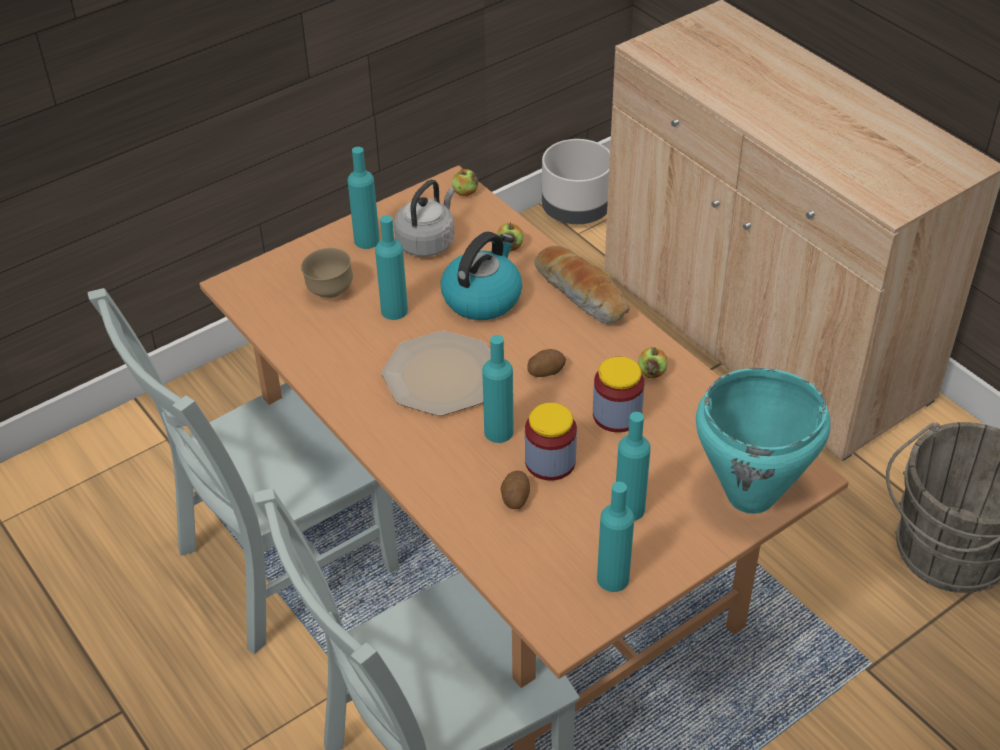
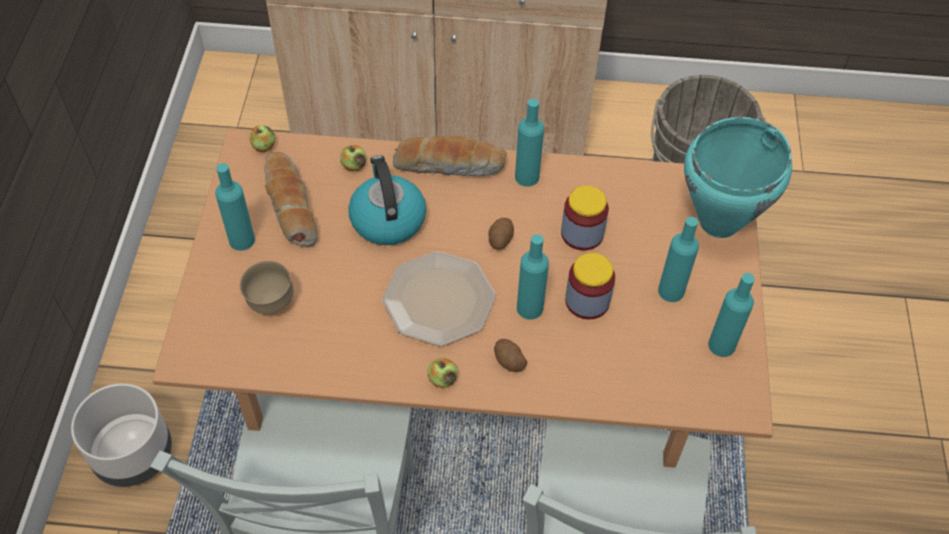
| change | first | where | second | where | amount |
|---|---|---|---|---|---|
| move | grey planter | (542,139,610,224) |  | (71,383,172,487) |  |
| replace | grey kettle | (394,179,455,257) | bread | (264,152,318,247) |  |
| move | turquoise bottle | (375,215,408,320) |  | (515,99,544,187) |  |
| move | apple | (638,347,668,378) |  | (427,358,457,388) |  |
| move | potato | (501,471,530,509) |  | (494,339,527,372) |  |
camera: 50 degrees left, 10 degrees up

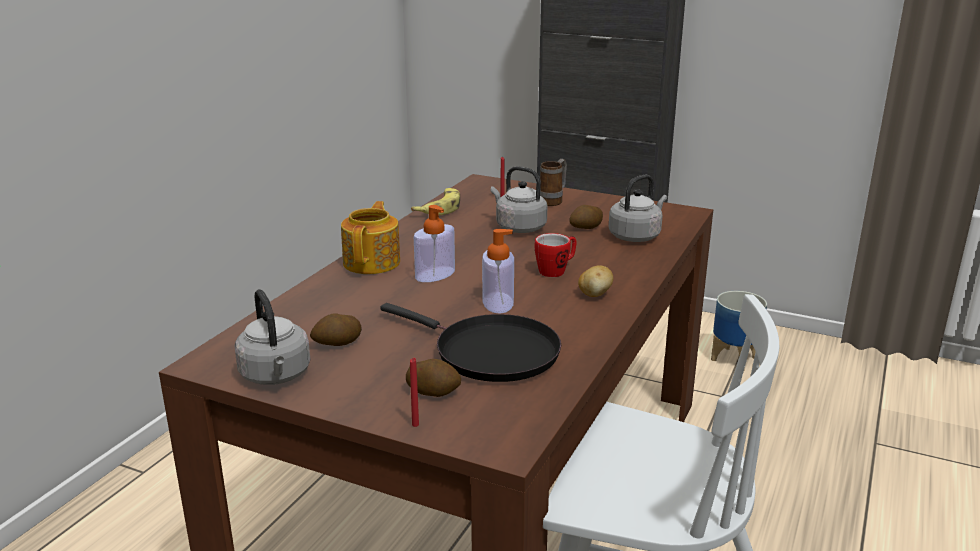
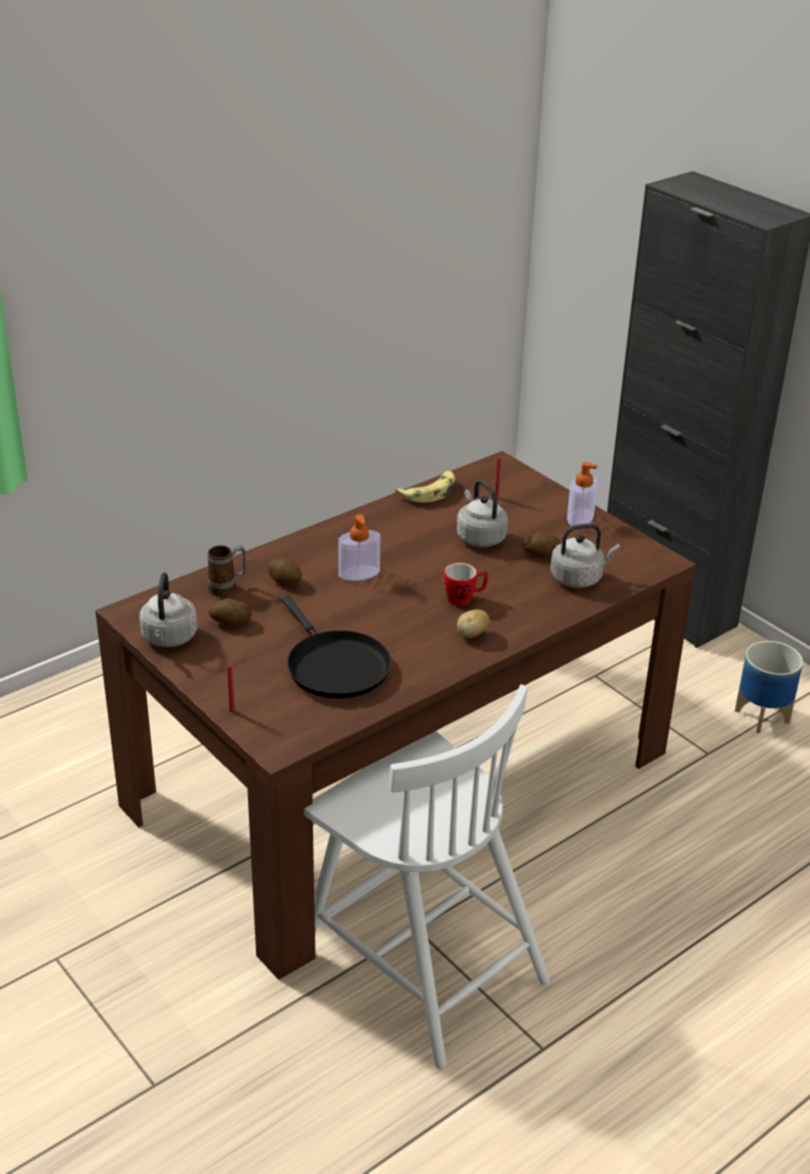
| change | first | where | second | where | amount |
|---|---|---|---|---|---|
| move | mug | (540,159,567,206) |  | (207,545,246,596) |  |
| delete | teapot | (341,201,400,274) |  |  |  |
| move | soap dispenser | (482,229,514,314) |  | (567,462,598,526) |  |
| move | potato | (406,359,461,397) |  | (268,558,302,586) |  |
camera: 25 degrees right, 10 degrees up

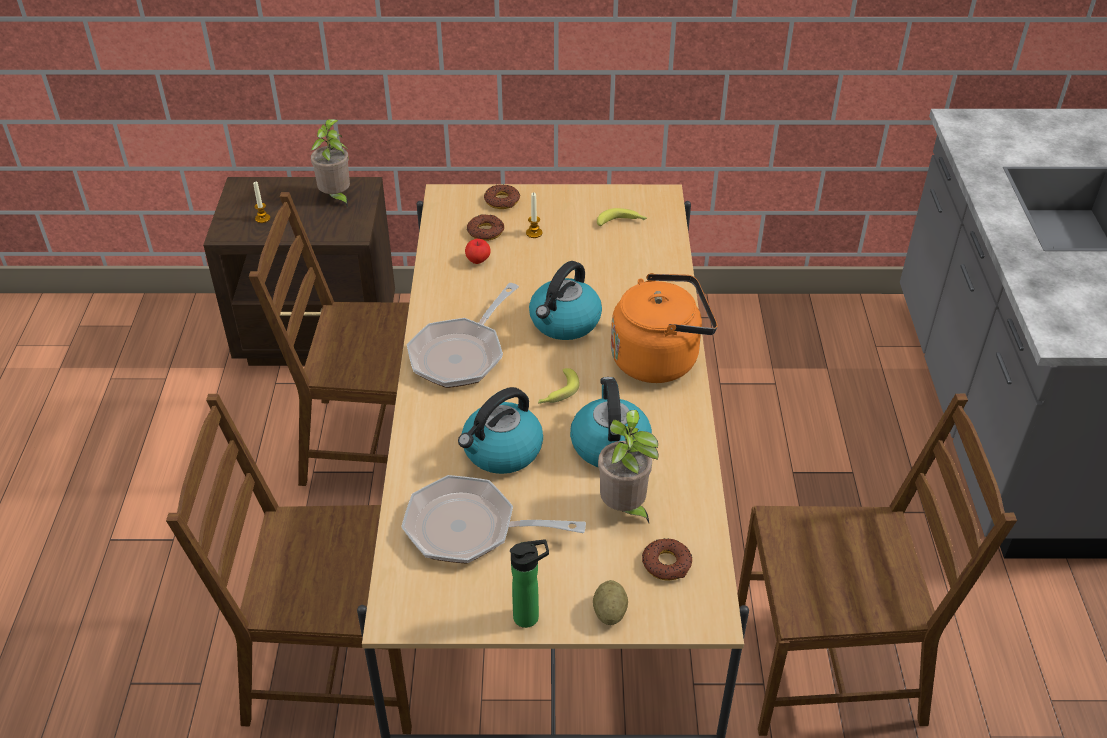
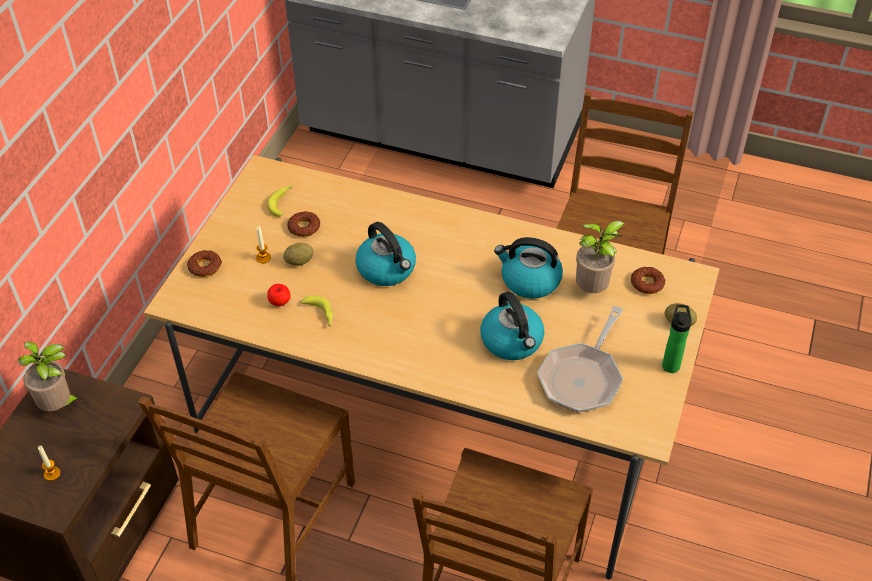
| change | first | where | second | where | amount |
|---|---|---|---|---|---|
| move | donut | (467,214,504,241) |  | (287,211,320,237) |  |
| delete | orange kettle | (611,273,718,383) |  |  |  |
| delete | frying pan | (407,283,519,388) |  |  |  |
| move | banana | (538,368,580,404) |  | (301,295,333,327) |  |
| insert |  |  | potato | (283,243,314,266) |  |
camera: 70 degrees left, 5 degrees up

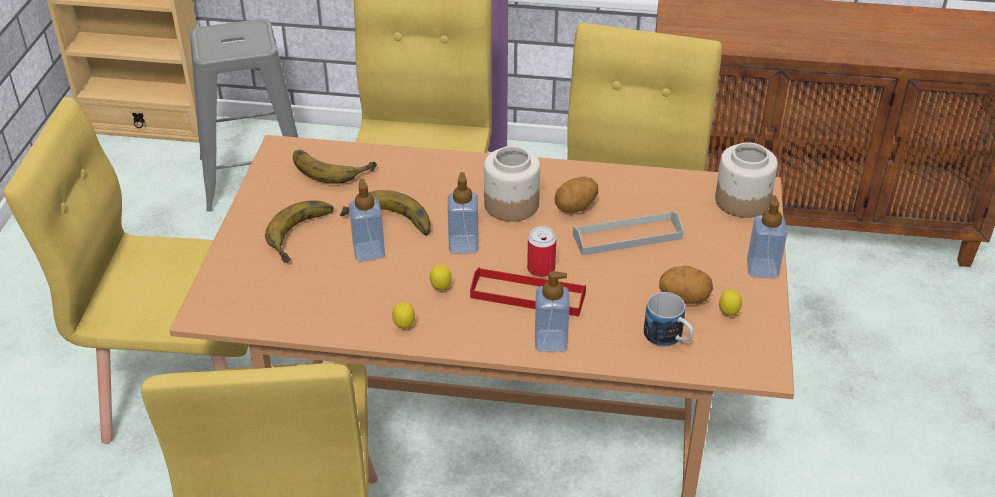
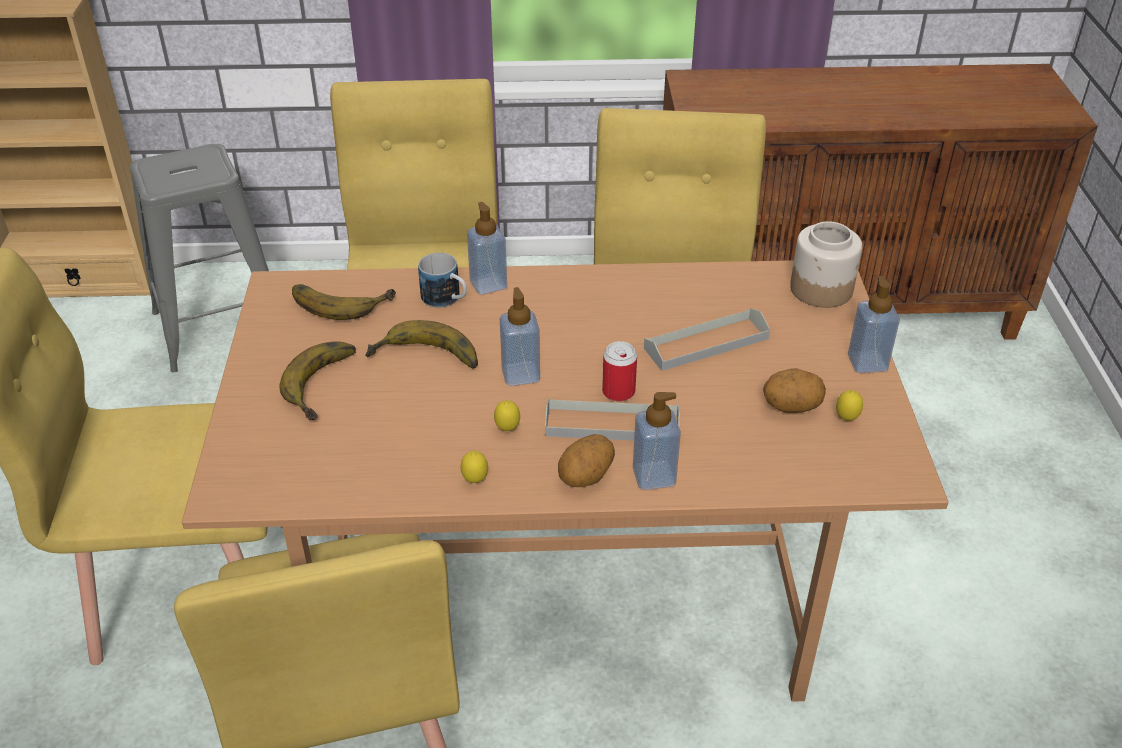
| change | first | where | second | where | amount |
|---|---|---|---|---|---|
| delete | jar | (484,146,540,222) |  |  |  |
| move | potato | (555,176,598,213) |  | (558,434,615,487) |  |
| move | soap dispenser | (349,179,385,261) |  | (467,202,507,295) |  |
| recolor | red tray | (470,267,586,317) | grey tray | (545,398,680,441) |  |
| move | mug | (644,292,694,347) |  | (418,253,467,308) |  |
camera: 10 degrees left, 0 degrees up

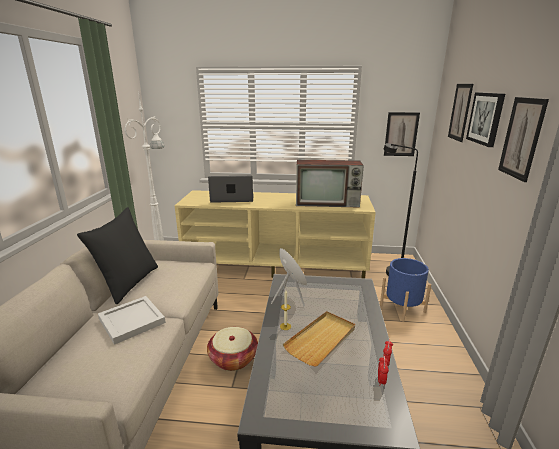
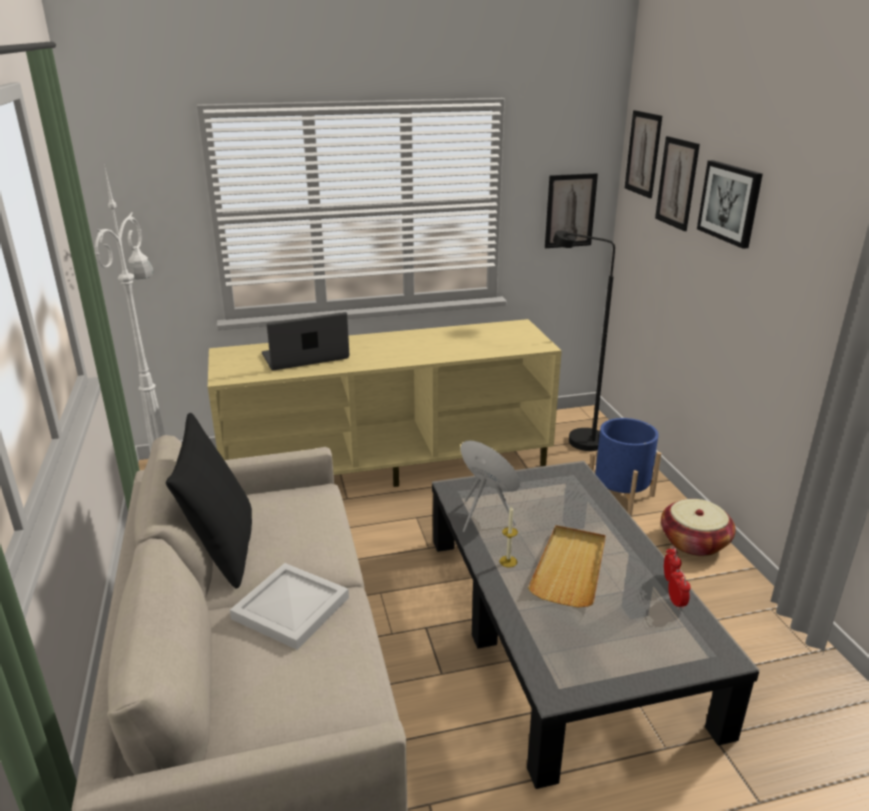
| change | first | where | second | where | amount |
|---|---|---|---|---|---|
| move | picture | (498,97,549,182) |  | (625,110,662,198) |  |
| delete | television | (296,160,364,208) |  |  |  |
| move | basket | (207,327,258,371) |  | (661,499,736,556) |  |
camera: 20 degrees left, 5 degrees up

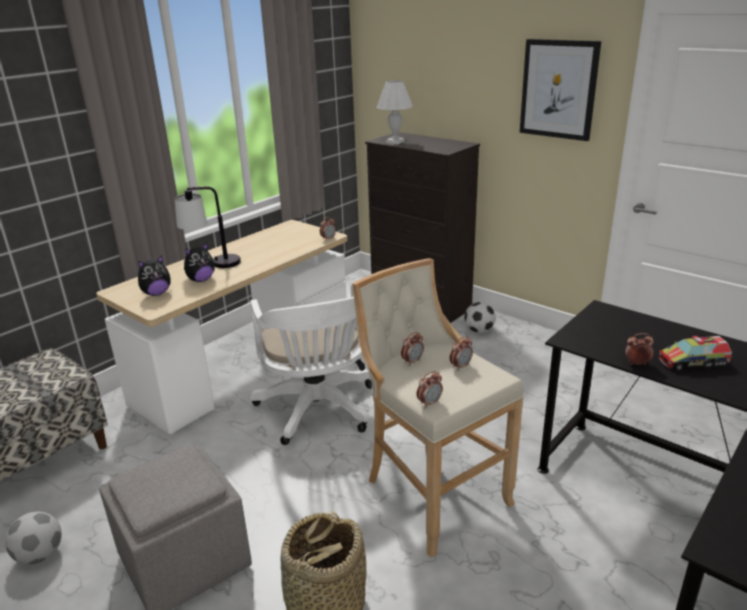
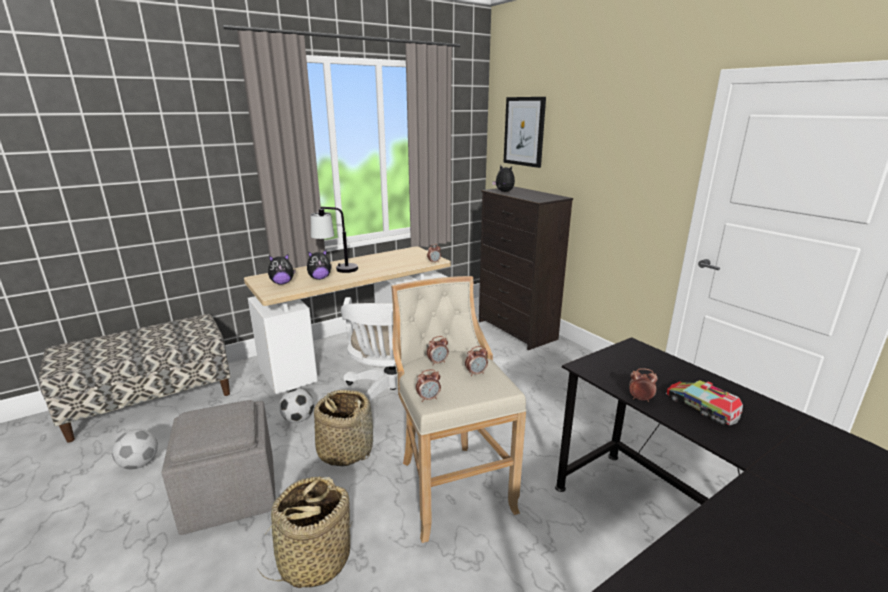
| change | first | where | second | where | amount |
|---|---|---|---|---|---|
| move | picture | (520,39,601,141) |  | (503,97,546,168) |  |
| replace | white table lamp | (377,80,413,144) | plush toy | (492,165,515,192) |  |
| move | football | (464,302,496,333) |  | (279,388,314,423) |  |
| rotate | toy truck | (658,336,732,370) |  | (666,380,743,425) | 45 degrees clockwise |
| insert |  |  | basket | (314,390,373,466) |  |
camera: 15 degrees right, 5 degrees down

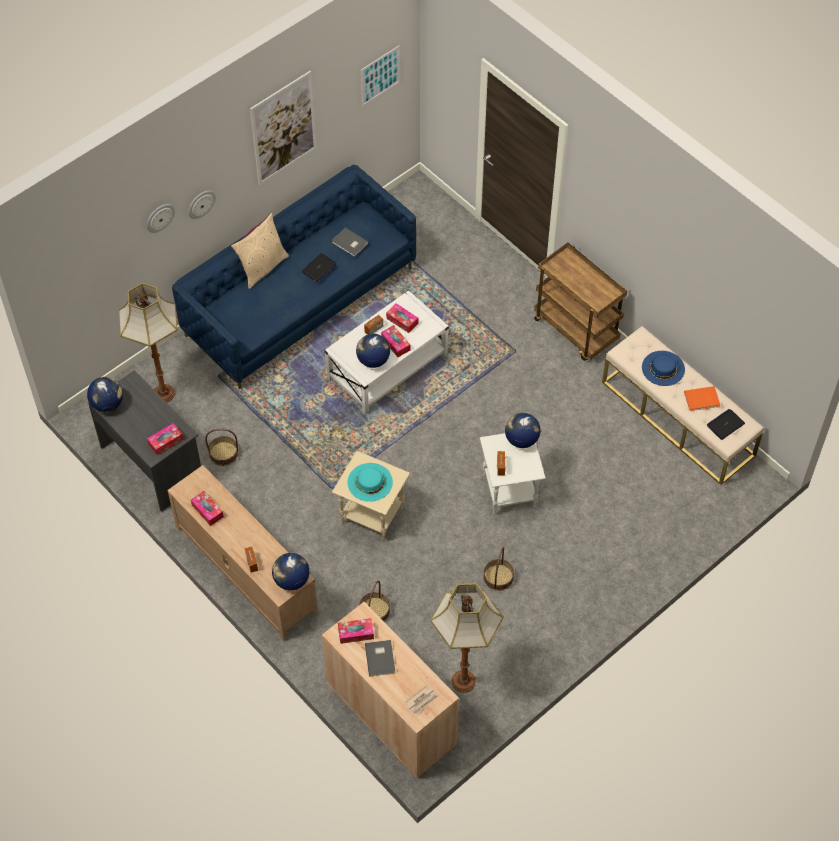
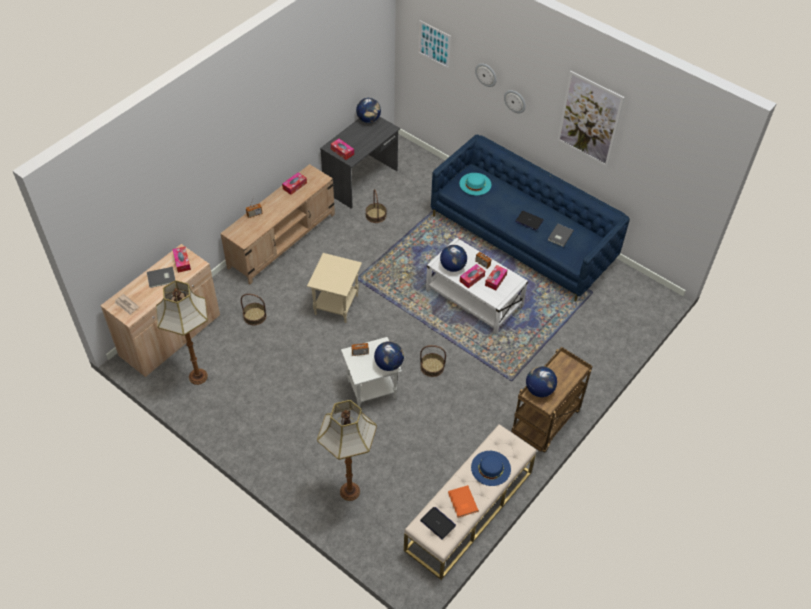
| change | first | where | second | where | amount |
|---|---|---|---|---|---|
| move | picture | (361,45,400,106) |  | (418,20,451,69) |  |
| delete | beige pillow | (231,213,289,289) |  |  |  |
| move | floor lamp | (119,283,178,402) |  | (317,400,377,501) |  |
| move | turquoise hat | (347,463,393,502) |  | (459,173,491,195) |  |
| move | basket | (483,547,514,591) |  | (420,345,446,377) |  |
| move | globe | (272,553,309,590) |  | (526,366,557,397) |  |
camera: 80 degrees right, 5 degrees down

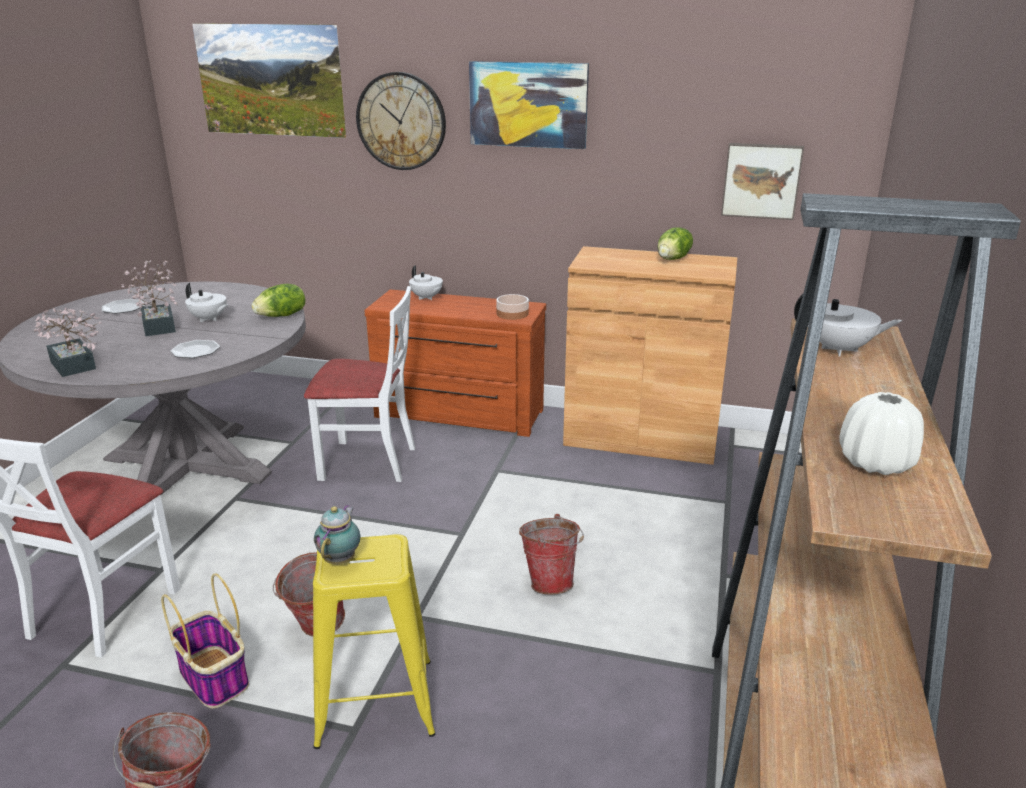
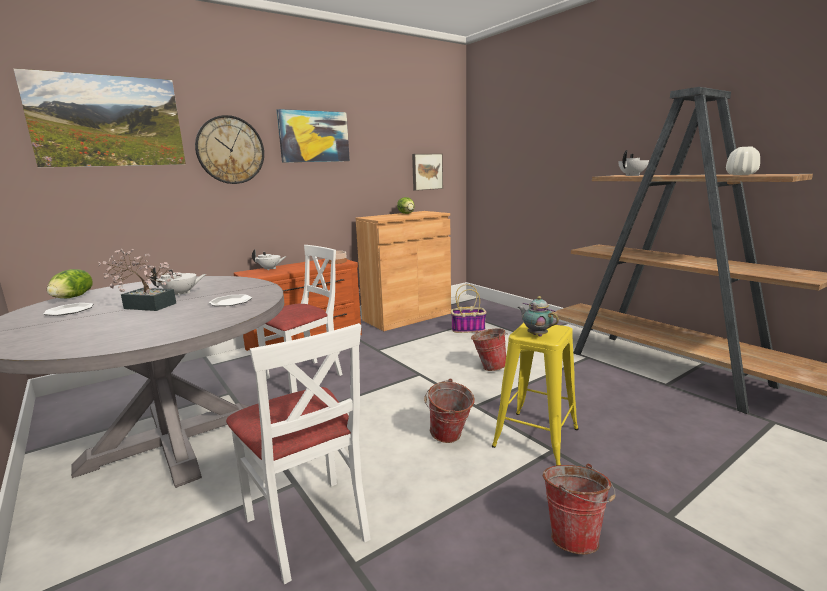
| change | first | where | second | where | amount |
|---|---|---|---|---|---|
| move | lettuce | (251,284,305,317) |  | (47,269,93,298) |  |
| delete | potted plant | (34,308,102,377) |  |  |  |
| move | basket | (161,573,249,709) |  | (451,284,487,333) |  |
camera: 50 degrees left, 10 degrees down

